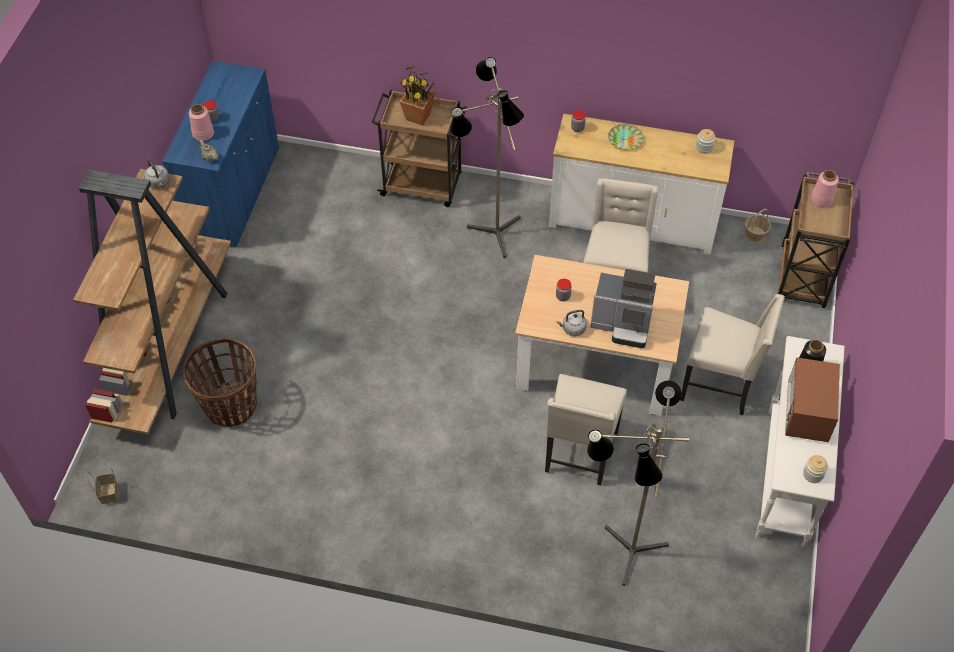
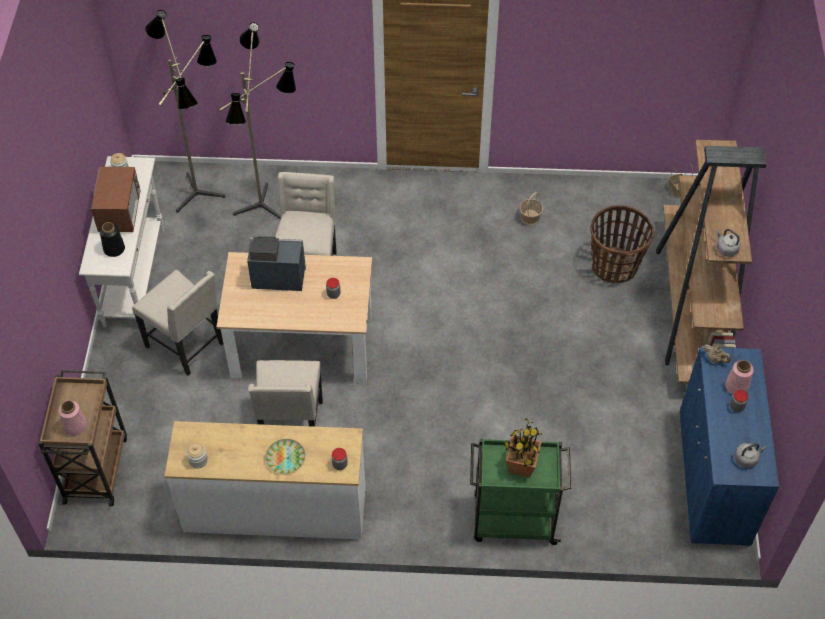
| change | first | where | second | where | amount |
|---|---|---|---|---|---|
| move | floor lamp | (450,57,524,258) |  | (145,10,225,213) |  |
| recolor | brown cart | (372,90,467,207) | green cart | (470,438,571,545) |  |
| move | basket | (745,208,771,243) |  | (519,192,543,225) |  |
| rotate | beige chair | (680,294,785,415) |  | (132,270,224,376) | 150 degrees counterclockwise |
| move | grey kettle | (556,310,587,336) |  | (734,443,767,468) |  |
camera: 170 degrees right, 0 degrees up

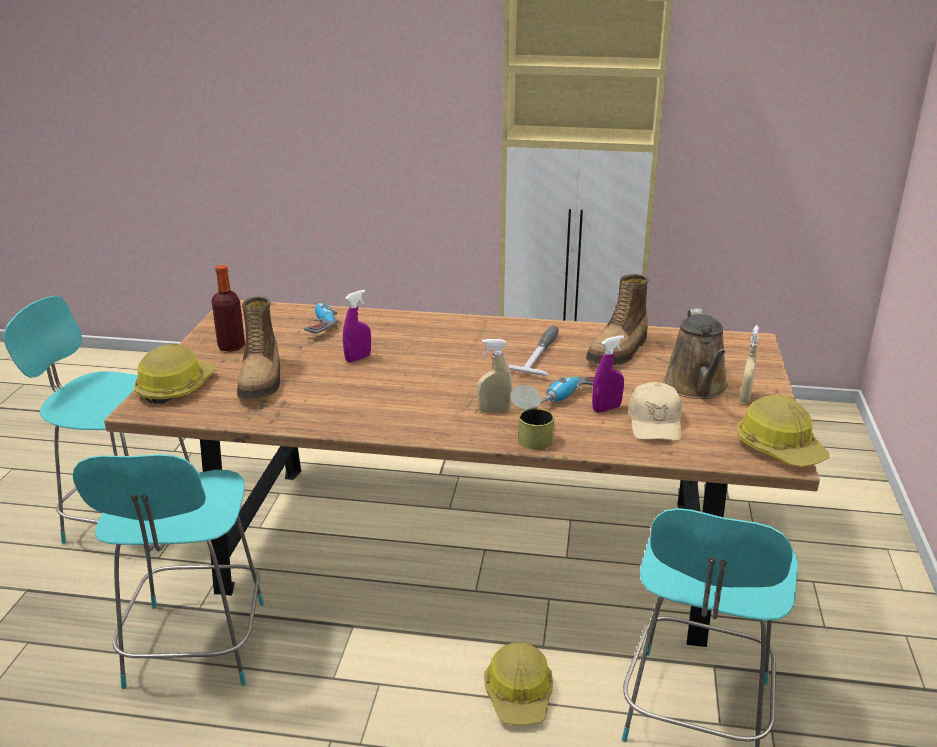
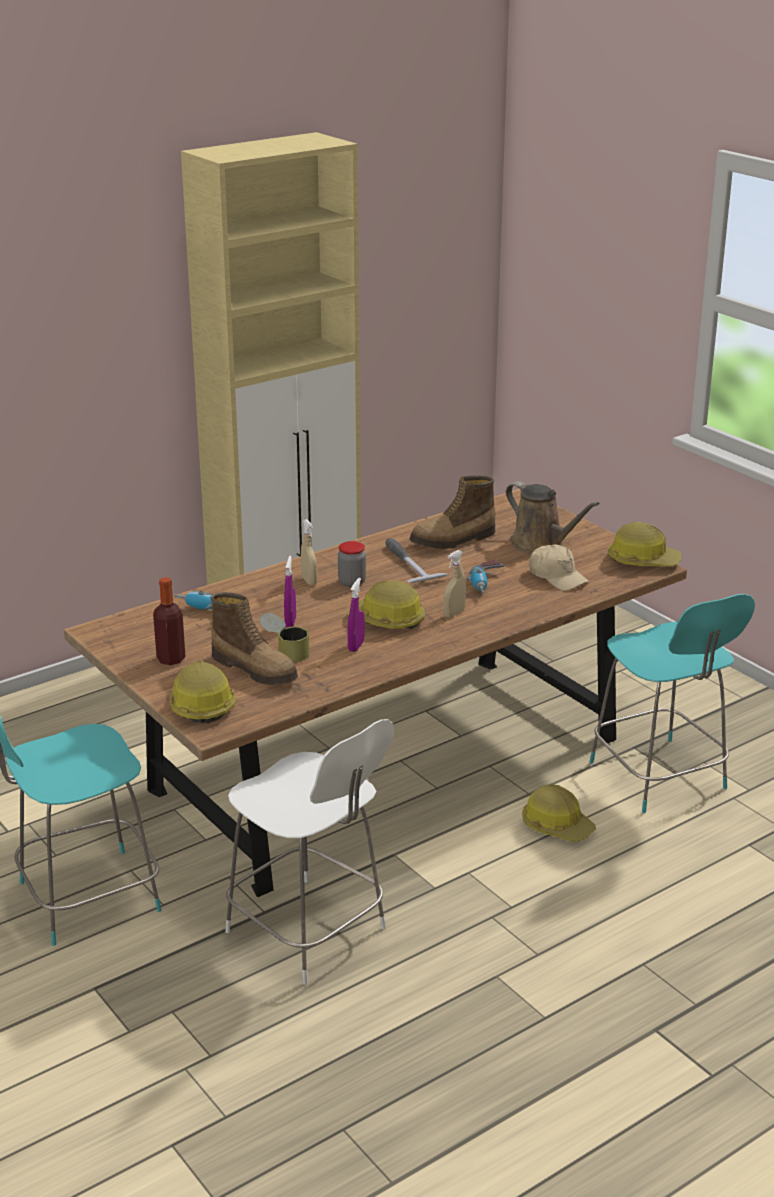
| change | first | where | second | where | amount |
|---|---|---|---|---|---|
| rotate | boot | (586,273,649,365) |  | (409,475,495,549) | 75 degrees clockwise |
| move | beige spray bottle | (740,325,759,403) |  | (301,519,317,585) |  |
| move | purple spray bottle | (592,335,624,412) |  | (348,578,365,652) |  |
| move | can | (510,385,555,450) |  | (260,613,310,662) |  |
| recolor | turquoise chair | (72,454,264,689) | white chair | (225,719,394,984) |  |
| insert |  |  | jar | (338,541,366,587) |  |
| insert |  |  | hard hat | (347,580,426,629) |  |
camera: 45 degrees left, 0 degrees up

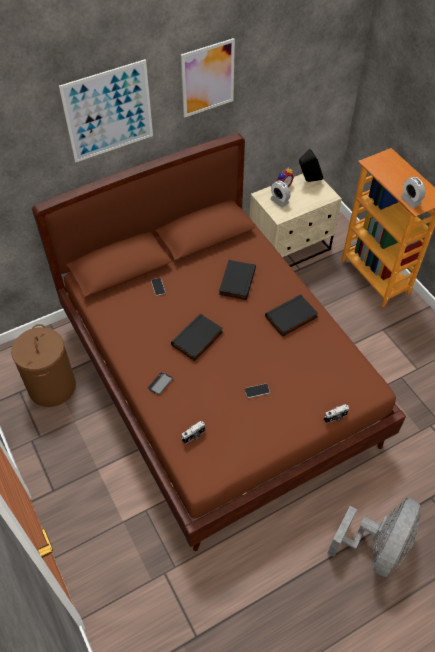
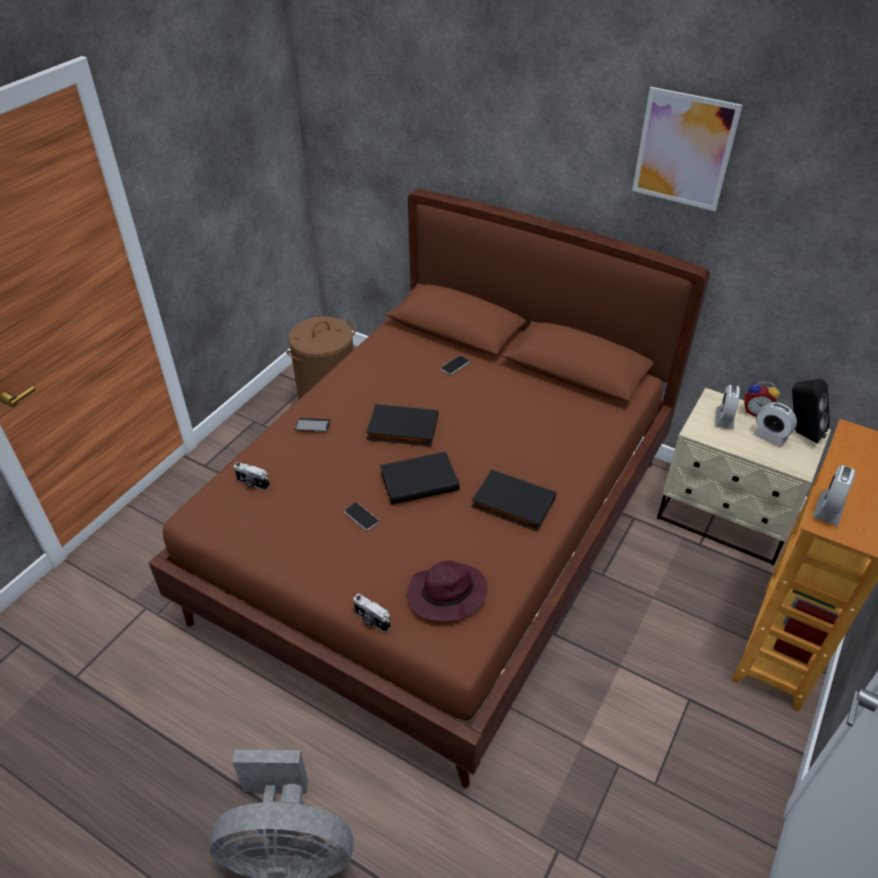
| change | first | where | second | where | amount |
|---|---|---|---|---|---|
| delete | picture | (59,59,153,163) |  |  |  |
| move | black book | (219,260,256,300) |  | (380,452,460,505) |  |
| insert |  |  | alarm clock | (753,402,797,447) |  |
| insert |  |  | purple hat | (407,561,488,621) |  |
camera: 60 degrees right, 10 degrees down

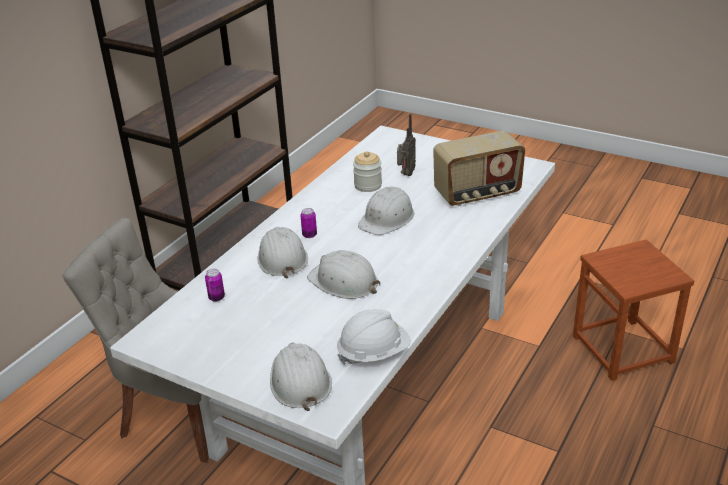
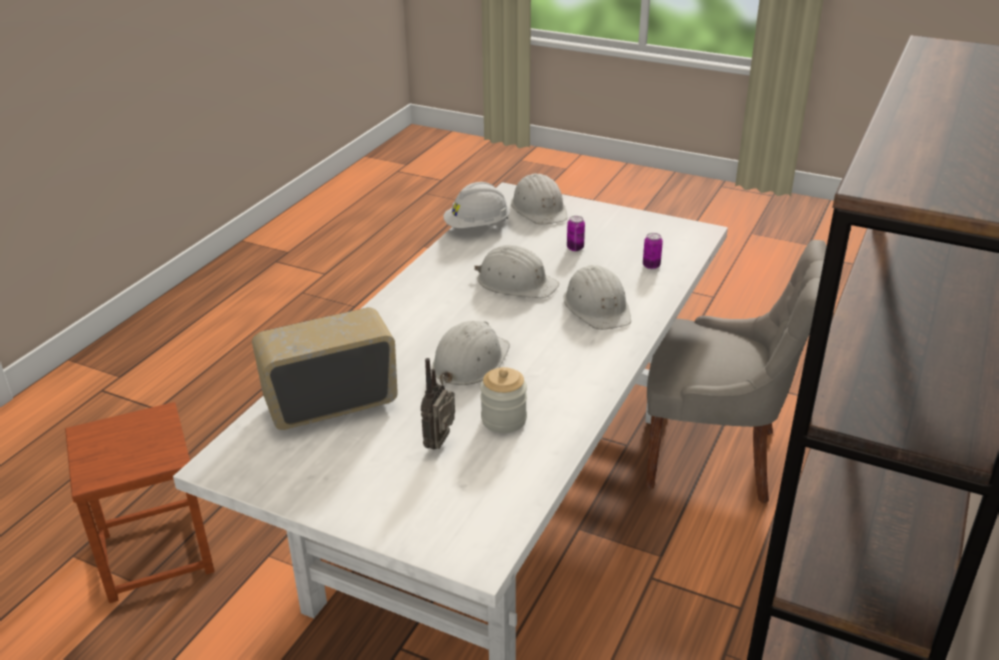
| change | first | where | second | where | amount |
|---|---|---|---|---|---|
| move | can | (300,208,317,238) |  | (567,216,585,251) |  |
camera: 175 degrees right, 0 degrees up

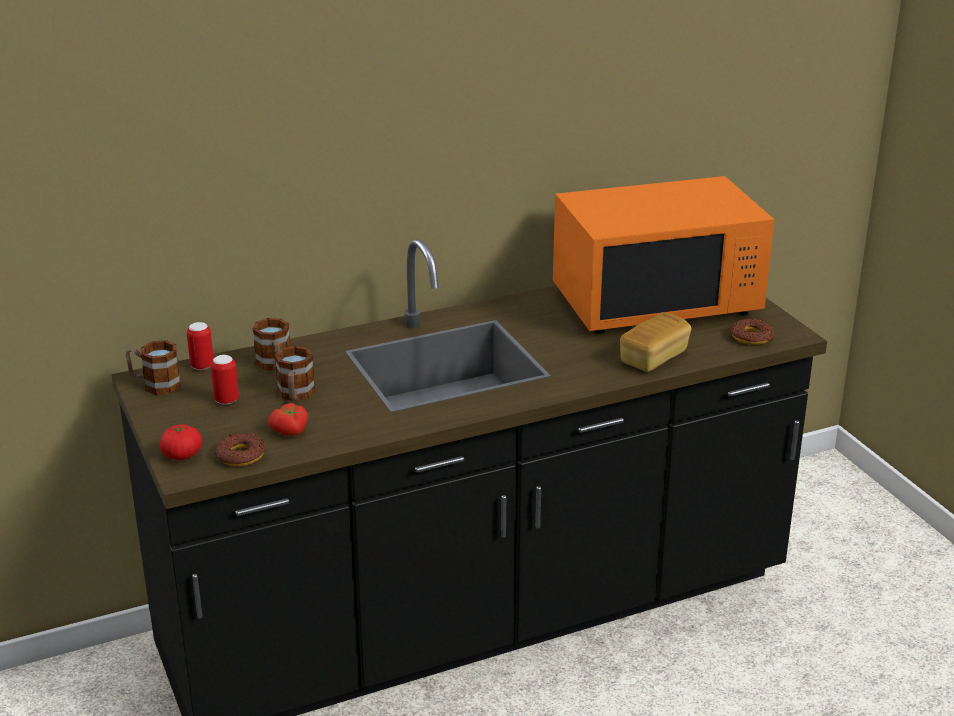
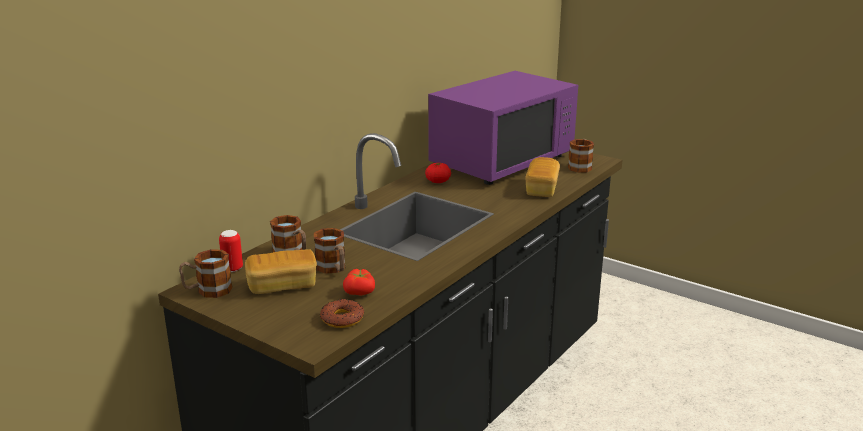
| change | first | where | second | where | amount |
|---|---|---|---|---|---|
| recolor | orange microwave | (553,176,775,334) | purple microwave | (428,71,578,185) |  |
| replace | donut | (730,319,774,345) | mug | (568,139,594,173) |  |
| replace | can | (211,355,239,405) | bread | (245,249,317,294) |  |
| move | tomato | (159,424,202,460) |  | (425,163,451,183) |  |
camera: 30 degrees left, 5 degrees down

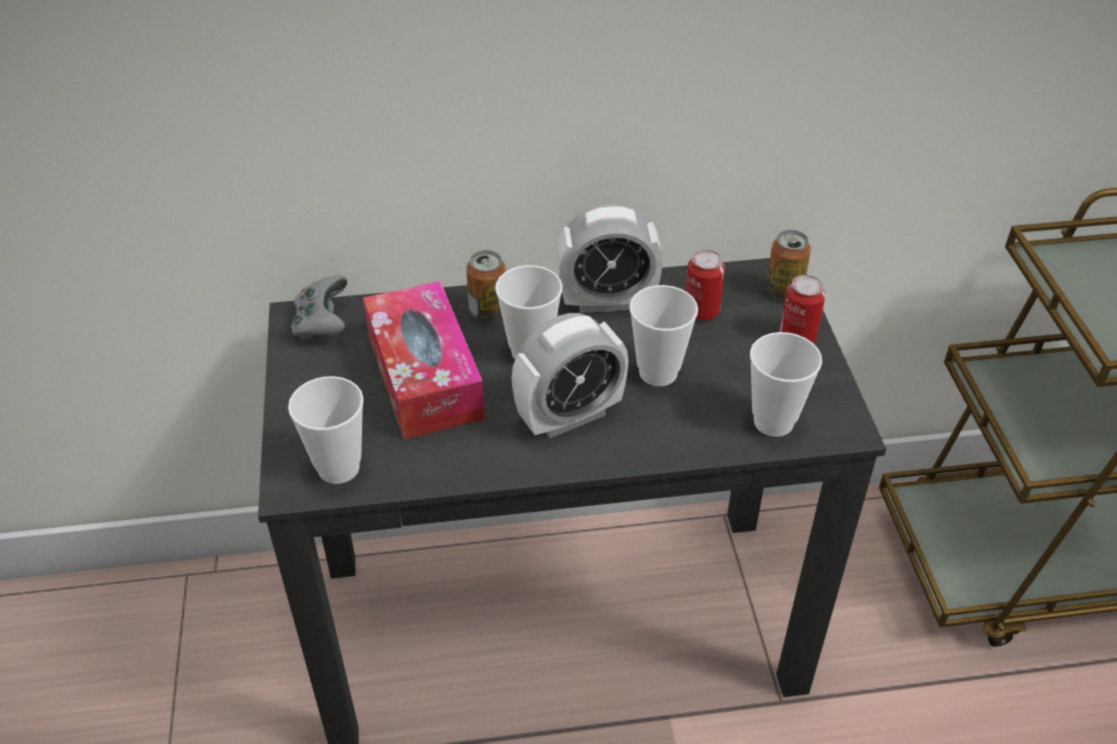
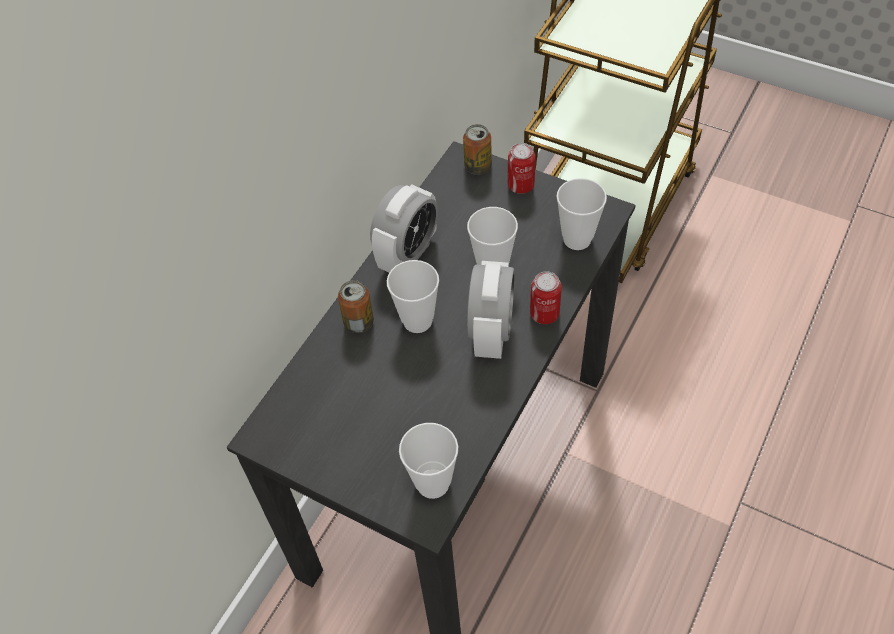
| change | first | where | second | where | amount |
|---|---|---|---|---|---|
| move | can | (685,249,725,320) |  | (530,271,562,324) |  |
| delete | grey game controller | (292,275,348,340) |  |  |  |
| delete | tissue box | (363,281,485,439) |  |  |  |
camera: 50 degrees left, 10 degrees up

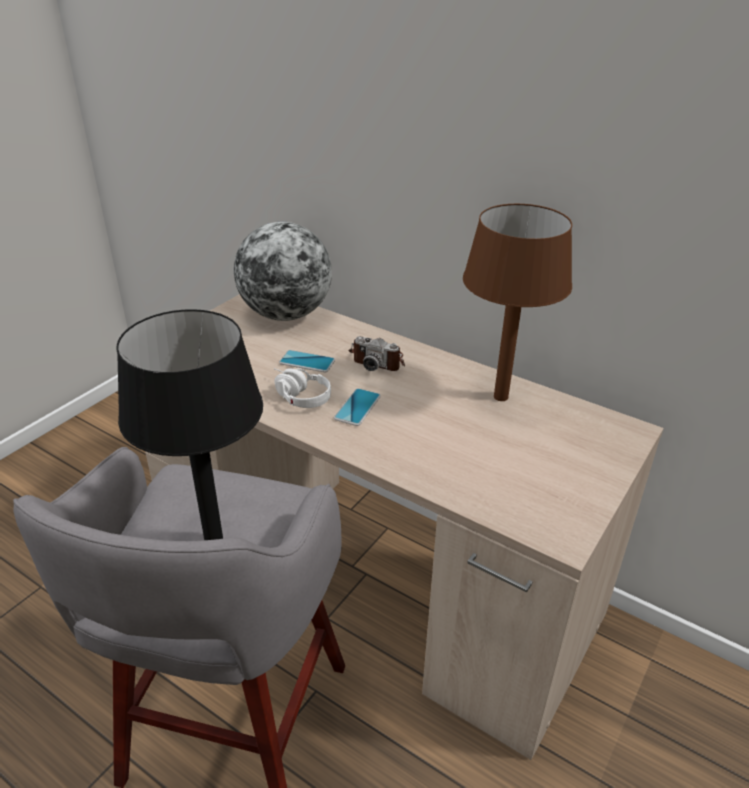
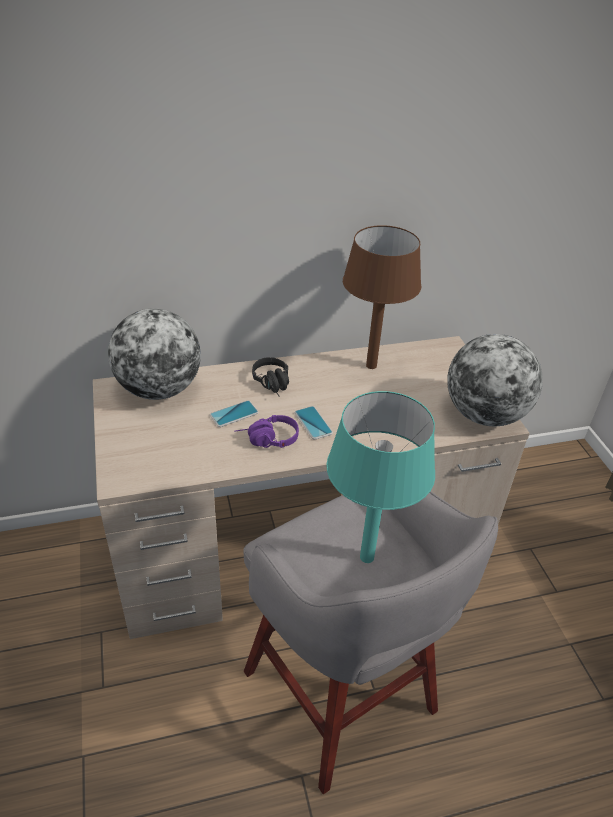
| change | first | where | second | where | amount |
|---|---|---|---|---|---|
| recolor | black table lamp | (116,309,263,540) | turquoise table lamp | (326,391,435,563) |  |
| replace | photo camera | (349,336,405,371) | black headphones | (252,357,289,397) |  |
| recolor | white headphones | (274,368,331,408) | purple headphones | (234,415,299,448) |  |
| insert |  |  | globe | (447,334,543,426) |  |
camera: 50 degrees left, 5 degrees up

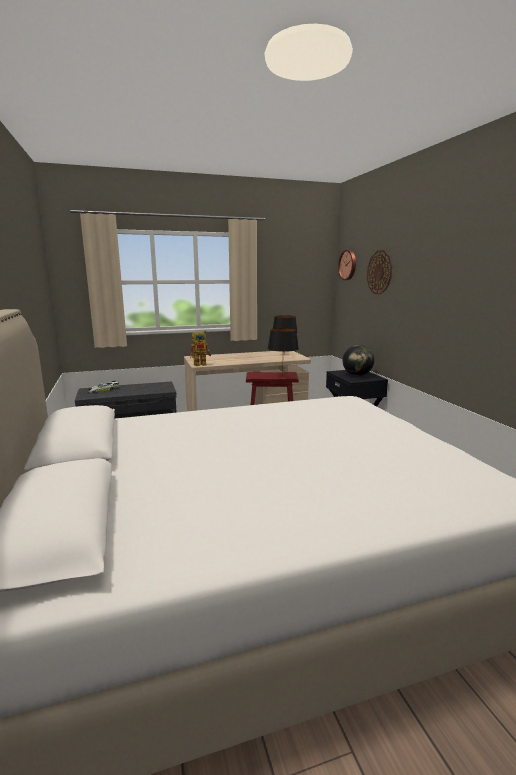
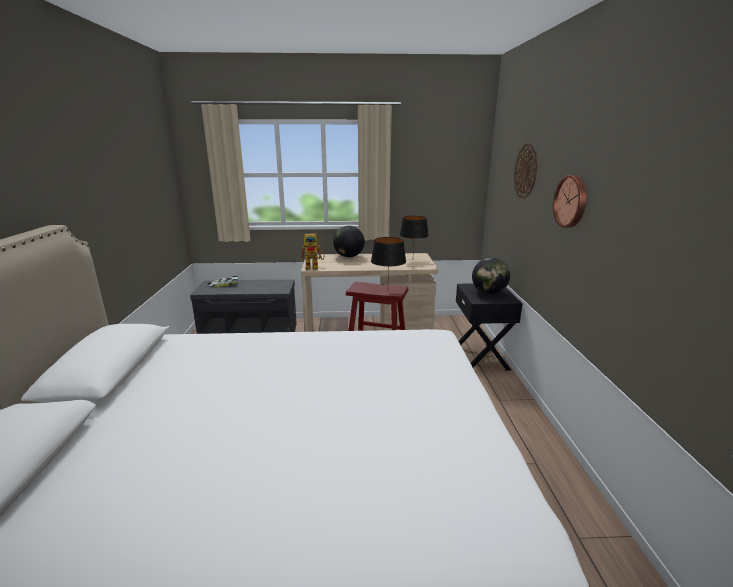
| change | first | where | second | where | amount |
|---|---|---|---|---|---|
| move | wall clock | (338,250,356,280) |  | (553,175,587,228) |  |
| insert |  |  | globe | (333,226,365,257) |  |
camera: 15 degrees right, 5 degrees up

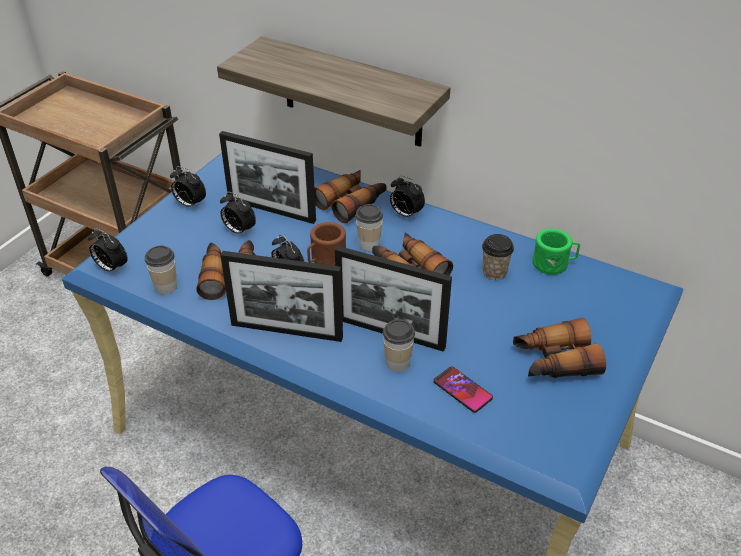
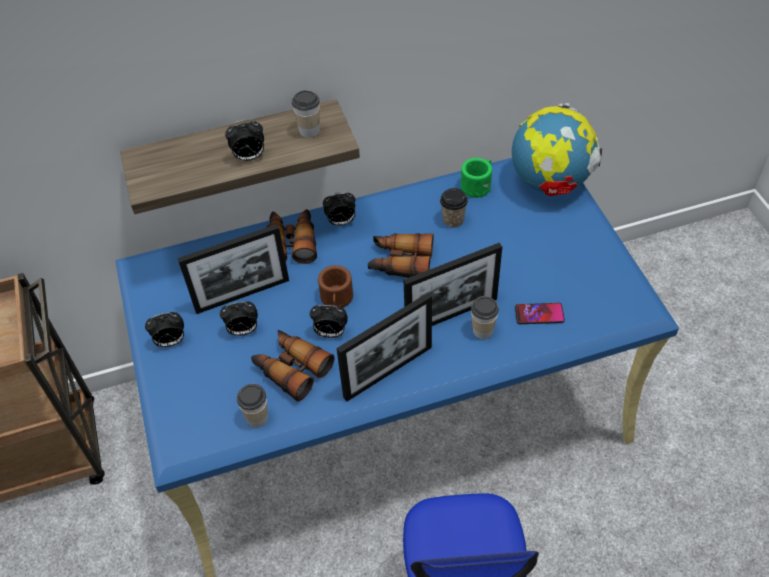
| change | first | where | second | where | amount |
|---|---|---|---|---|---|
| move | cup | (356,204,383,251) |  | (292,90,320,138) |  |
| move | alarm clock | (88,228,128,274) |  | (225,119,264,161) |  |
| delete | binoculars | (513,318,606,378) |  |  |  |
| insert |  |  | globe | (512,103,602,196) |  |
camera: 45 degrees left, 10 degrees up

